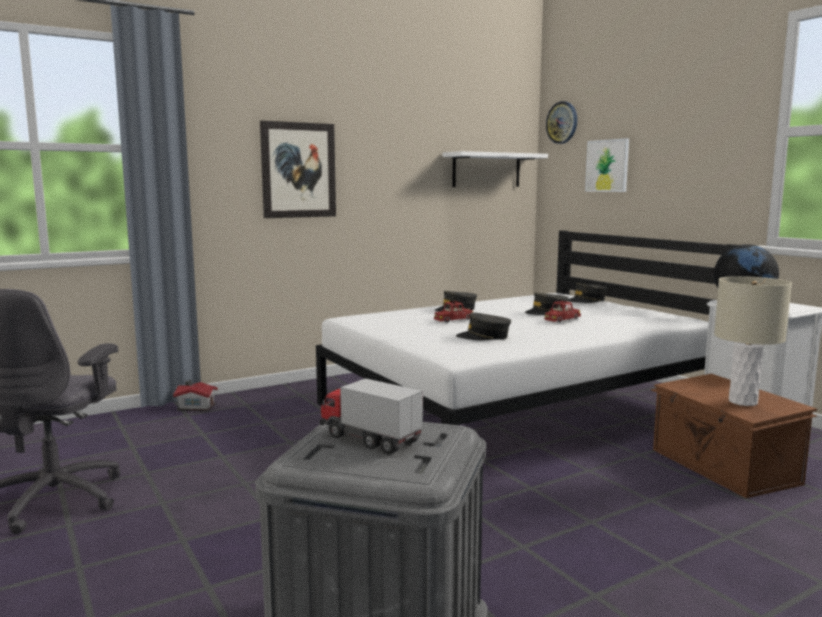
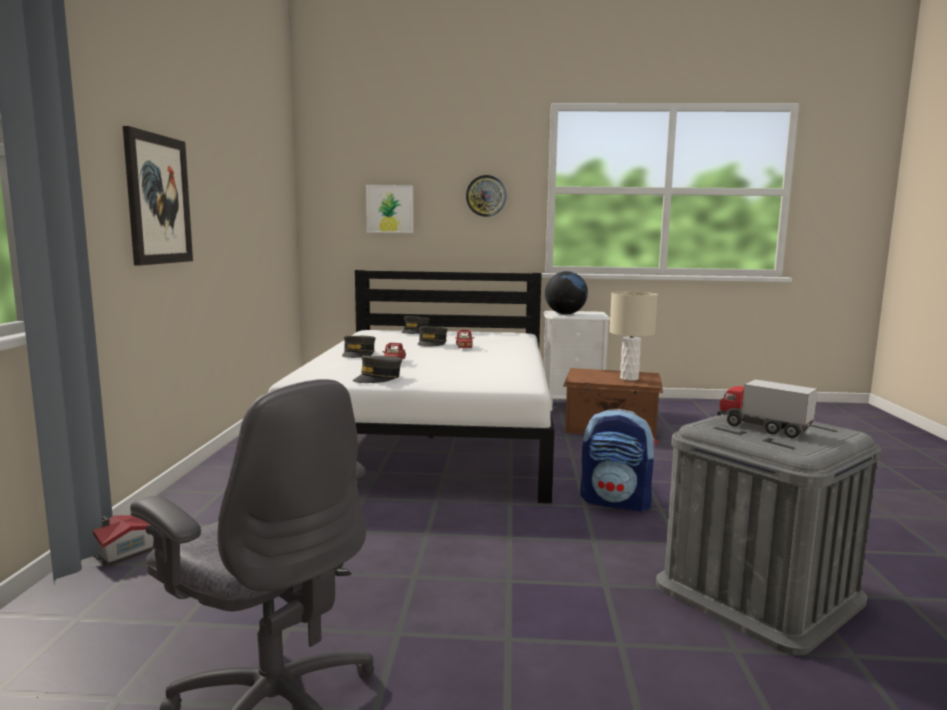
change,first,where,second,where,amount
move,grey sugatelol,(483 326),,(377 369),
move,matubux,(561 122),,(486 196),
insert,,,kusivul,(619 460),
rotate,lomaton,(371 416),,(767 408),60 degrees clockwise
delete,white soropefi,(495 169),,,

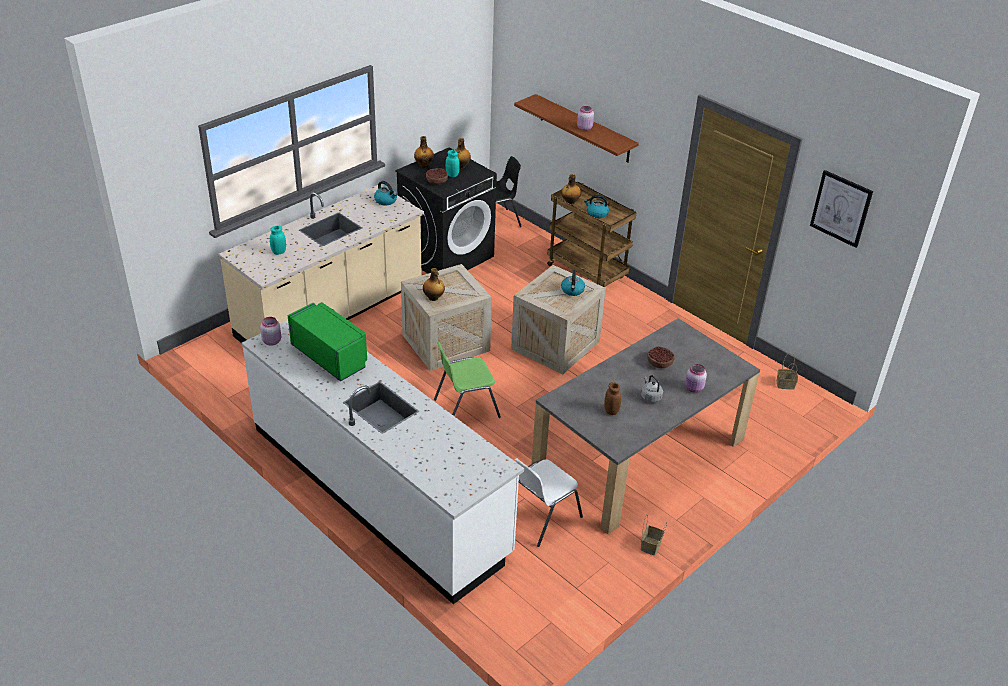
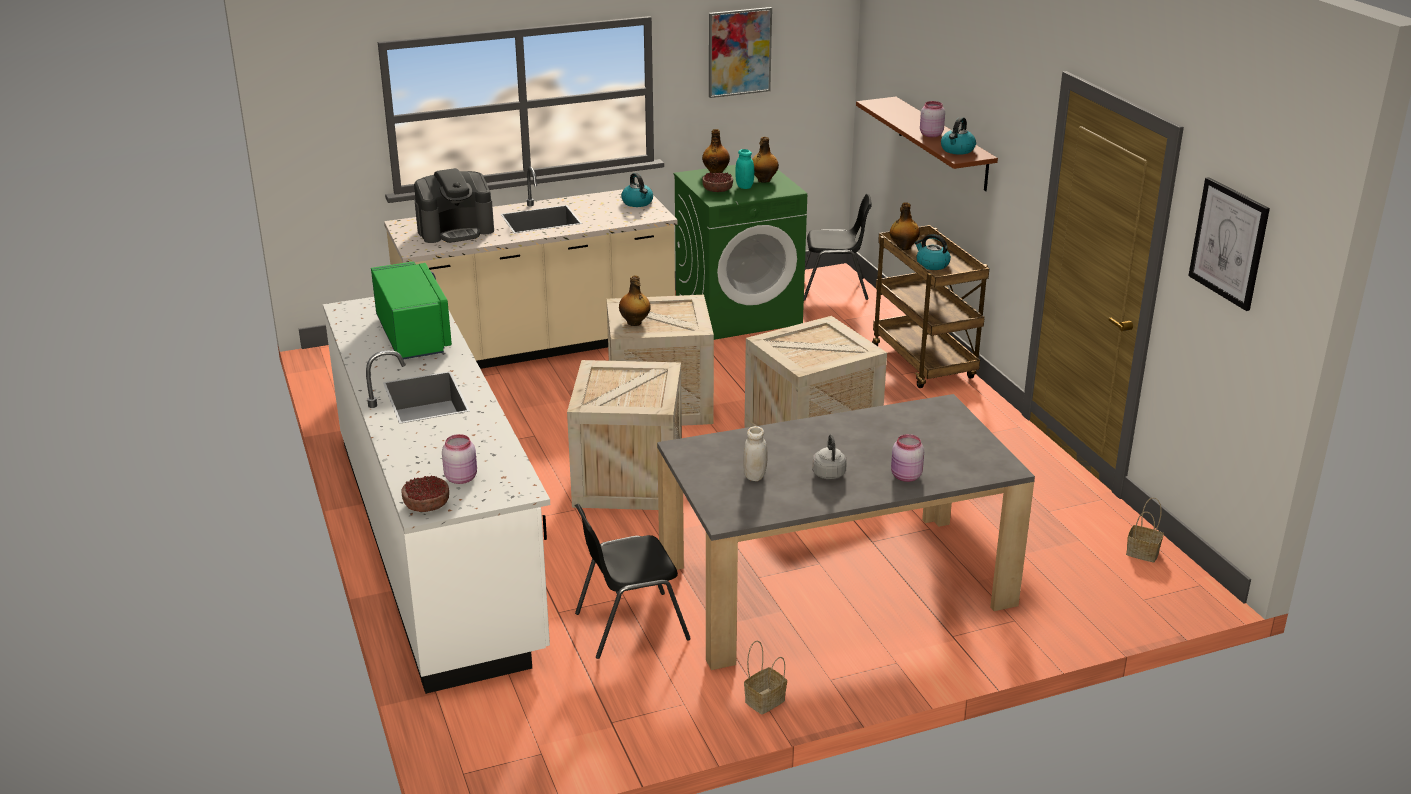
change,first,where,second,where,amount
move,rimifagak,(661 357),,(425 493),
replace,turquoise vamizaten,(278 240),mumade,(454 205),
move,pink vamizaten,(270 331),,(459 459),
replace,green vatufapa,(467 380),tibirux,(624 435),
recolor,white vatufapa,(548 502),black vatufapa,(633 581),
recolor,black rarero,(446 211),green rarero,(740 252),
insert,,,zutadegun,(740 52),
recolor,brown vamizaten,(612 398),white vamizaten,(755 453),
move,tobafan,(573 283),,(958 136),

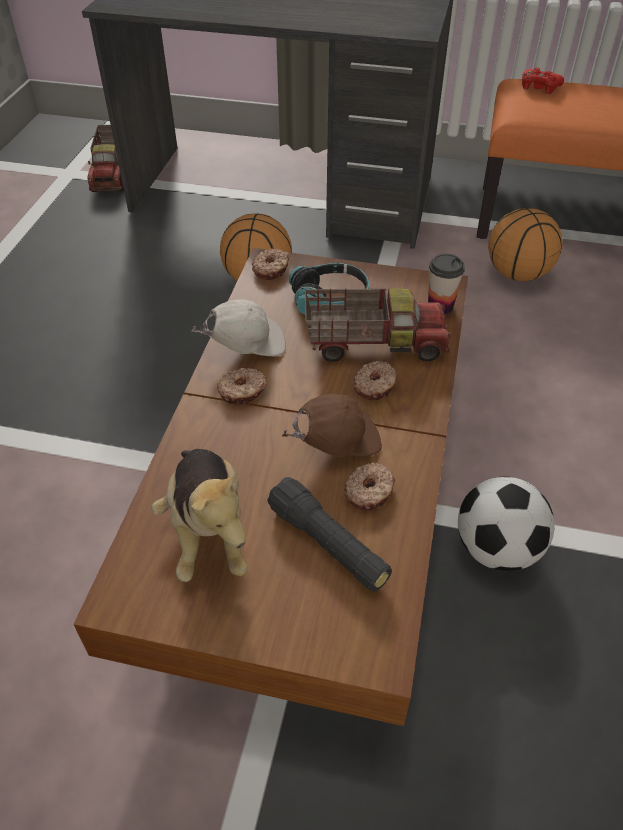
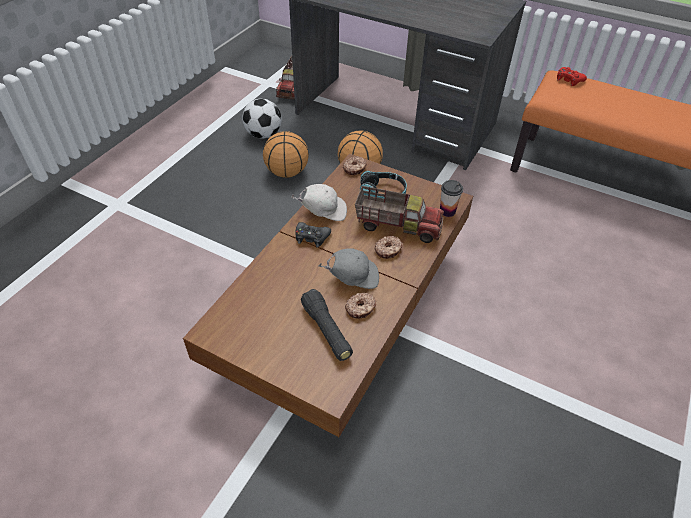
change,first,where,second,where,amount
move,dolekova,(506 524),,(262 118),
move,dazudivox,(525 244),,(286 154),
replace,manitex,(242 386),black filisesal,(313 234),
recolor,brown sugatelol,(332 425),grey sugatelol,(349 268),
delete,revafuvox,(200 515),,,

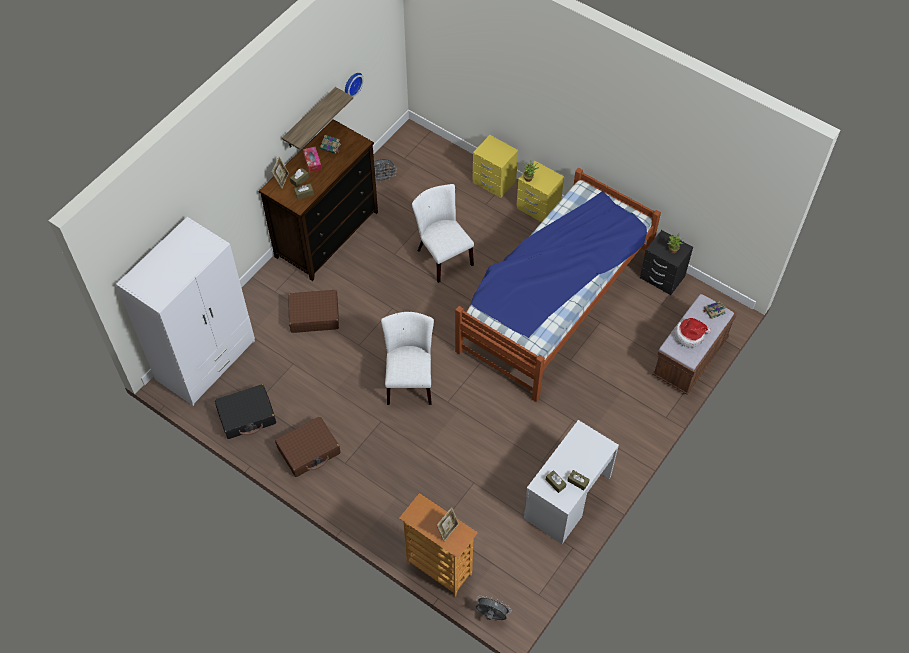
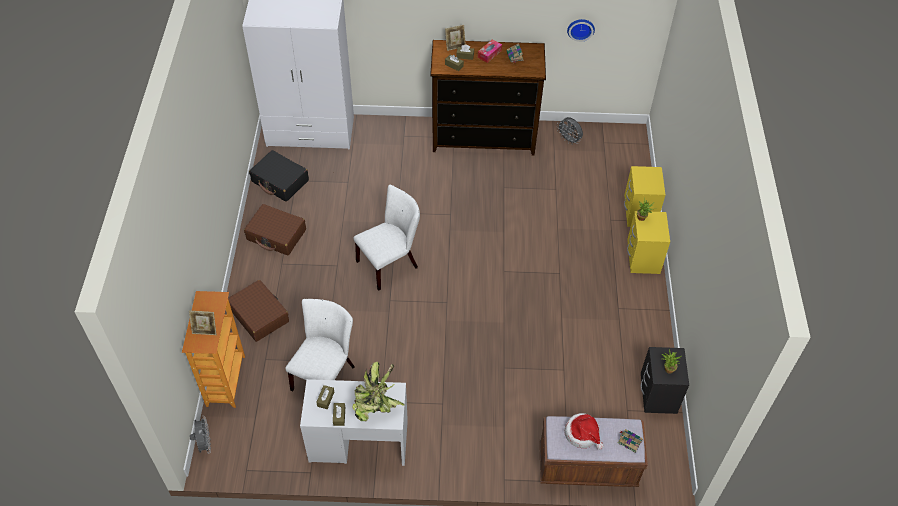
change,first,where,second,where,amount
move,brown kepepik,(313 311),,(258 311),
move,white vatufapa,(443 233),,(320 345),
insert,,,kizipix,(378 391),
delete,soropefi,(317 118),,,
delete,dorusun,(558 285),,,

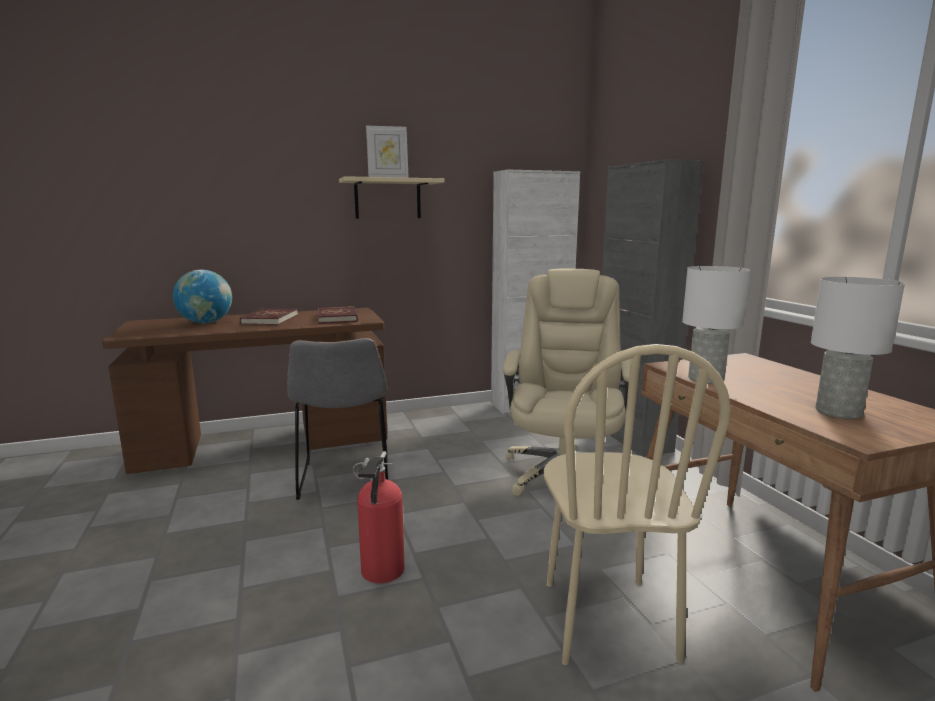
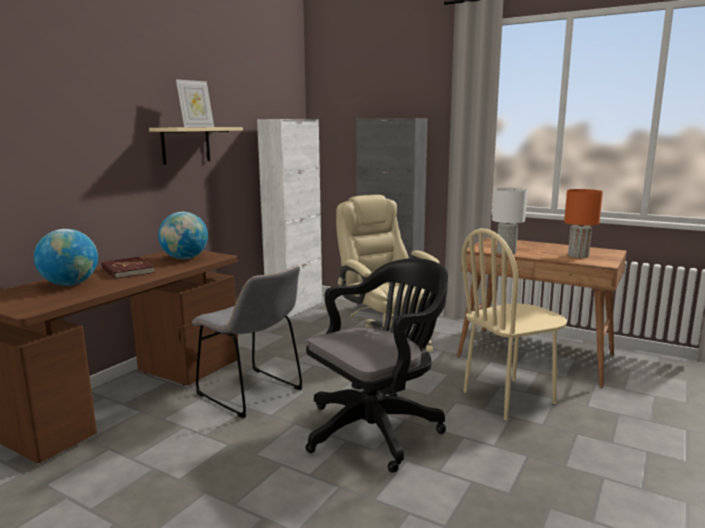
change,first,where,second,where,amount
replace,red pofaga,(338 314),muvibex,(183 235),
replace,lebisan,(379 517),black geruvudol,(377 365),
rotate,beige vatufapa,(637 504),,(514 324),105 degrees clockwise
recolor,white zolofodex,(858 348),orange zolofodex,(583 223),

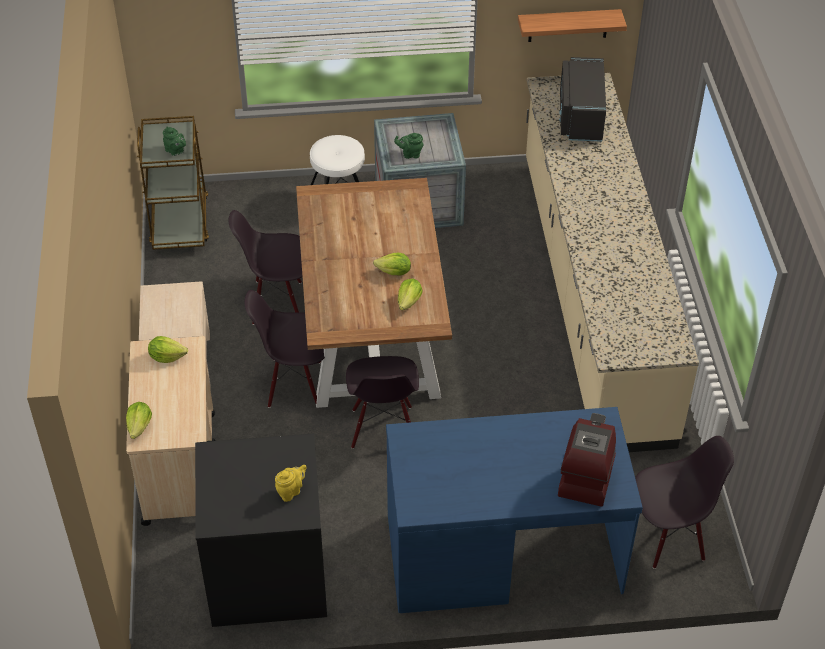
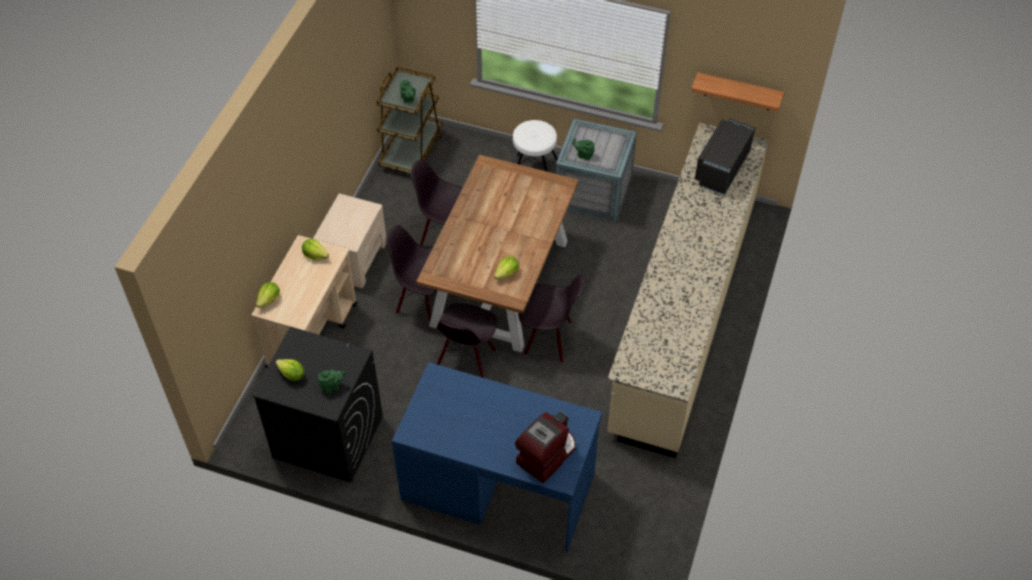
change,first,where,second,where,amount
move,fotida,(392 264),,(290 370),
recolor,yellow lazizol,(290 483),green lazizol,(332 381),
move,black vatufapa,(684 502),,(551 319),

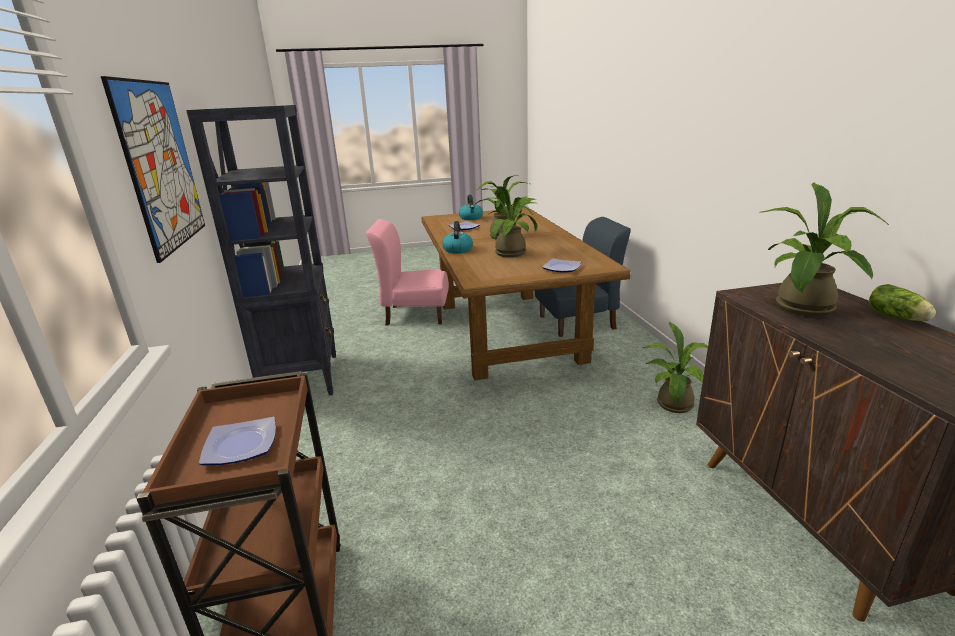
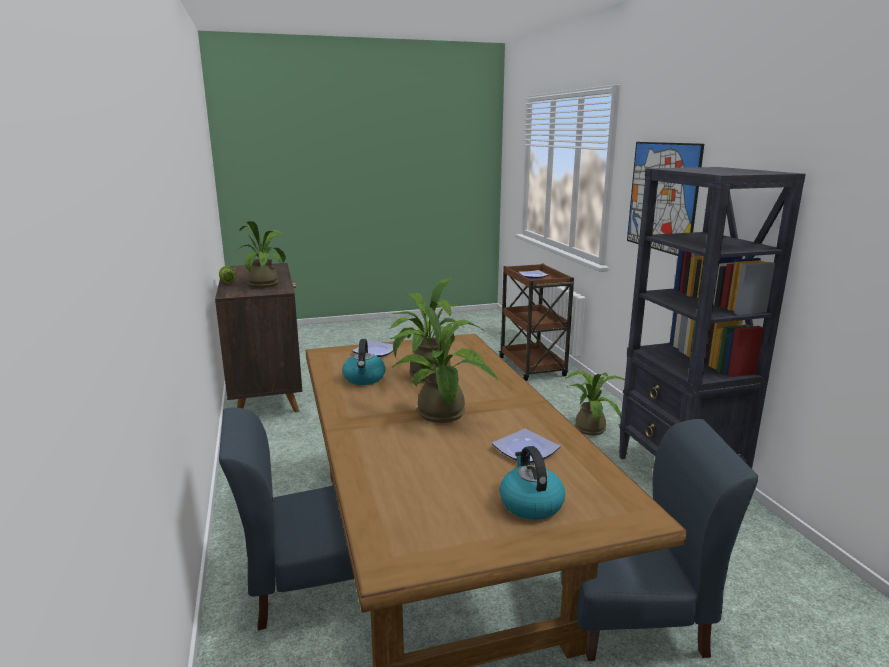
change,first,where,second,where,amount
move,tobafan,(457 237),,(364 362),
recolor,pink vatufapa,(407 272),blue vatufapa,(659 540),
move,kizipix,(675 367),,(595 403),

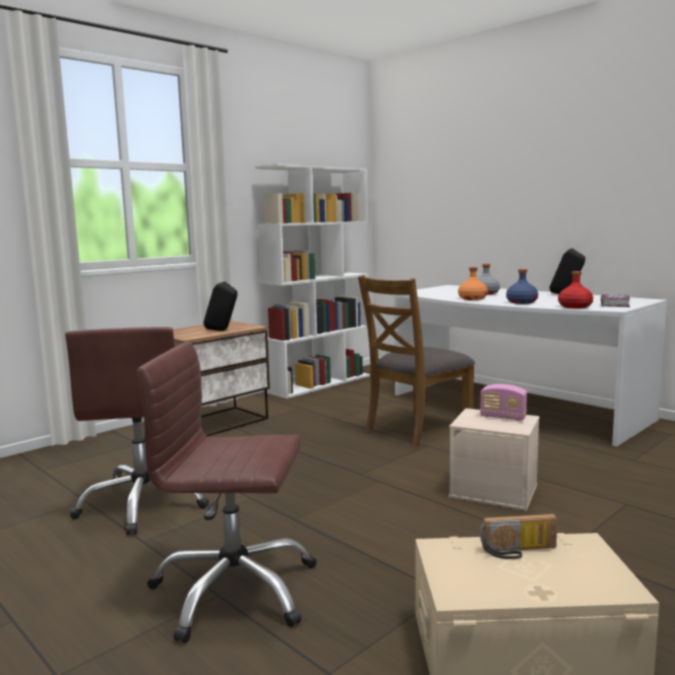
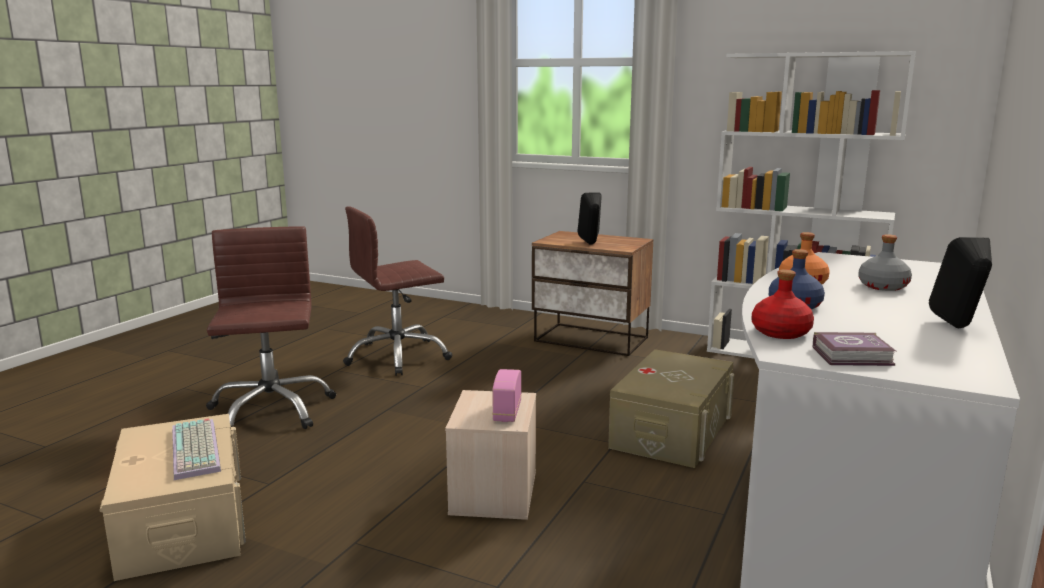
change,first,where,second,where,amount
replace,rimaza,(519 536),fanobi,(196 449),
replace,brown vatufapa,(416 361),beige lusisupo,(671 408),

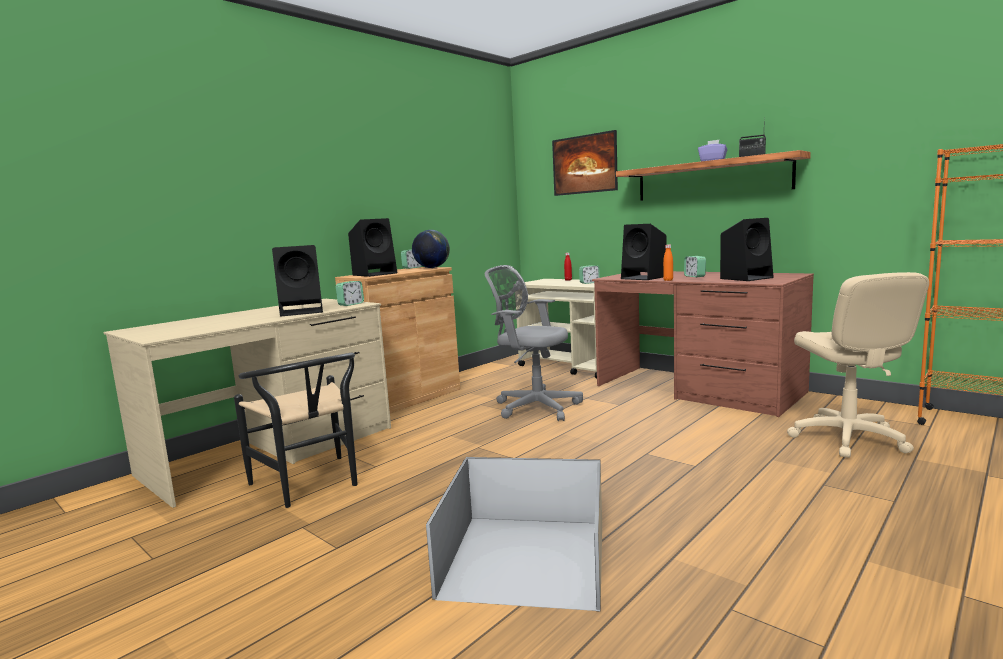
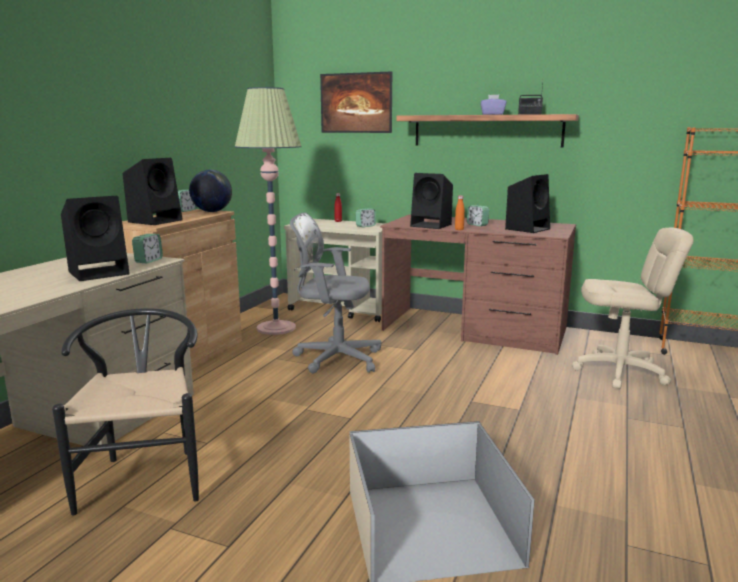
change,first,where,second,where,amount
rotate,black vatufapa,(296 430),,(125 411),135 degrees counterclockwise
insert,,,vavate,(268 211),
rotate,beige geruvudol,(858 365),,(633 308),60 degrees counterclockwise

